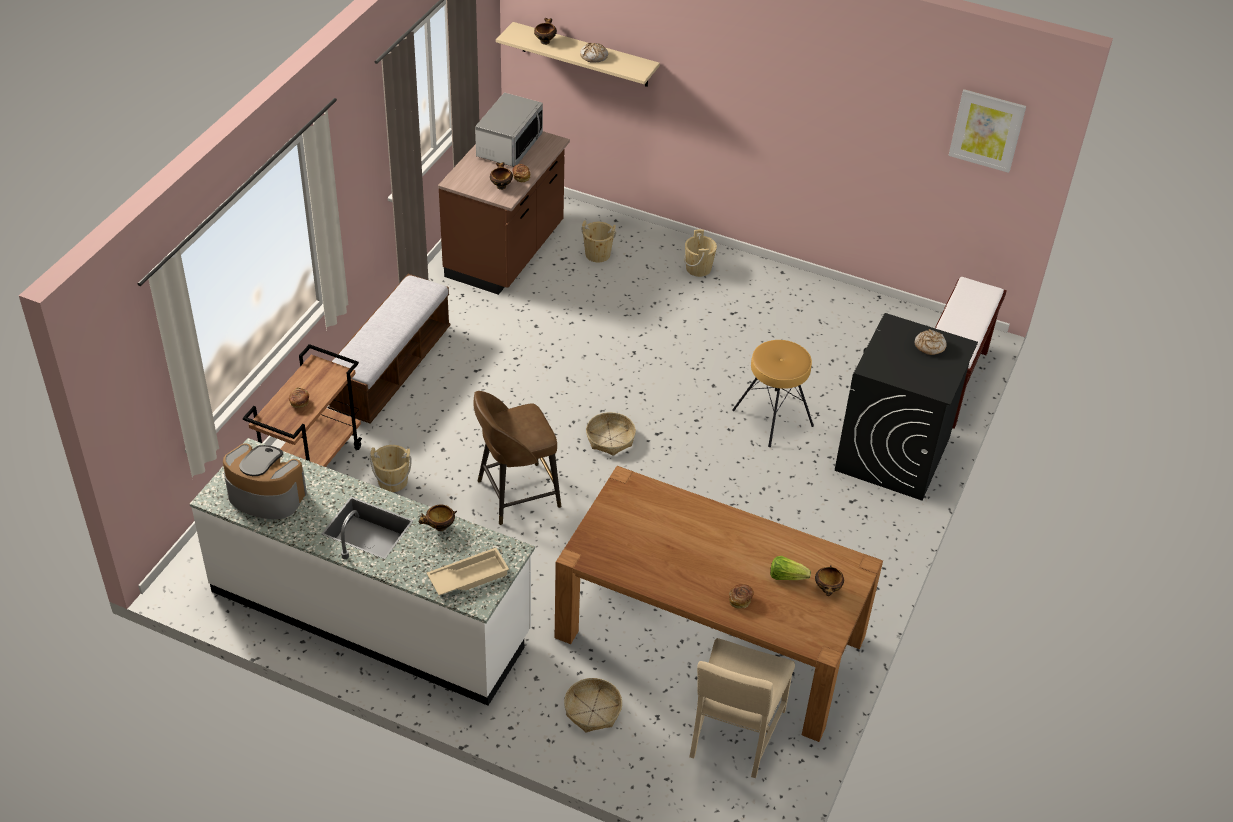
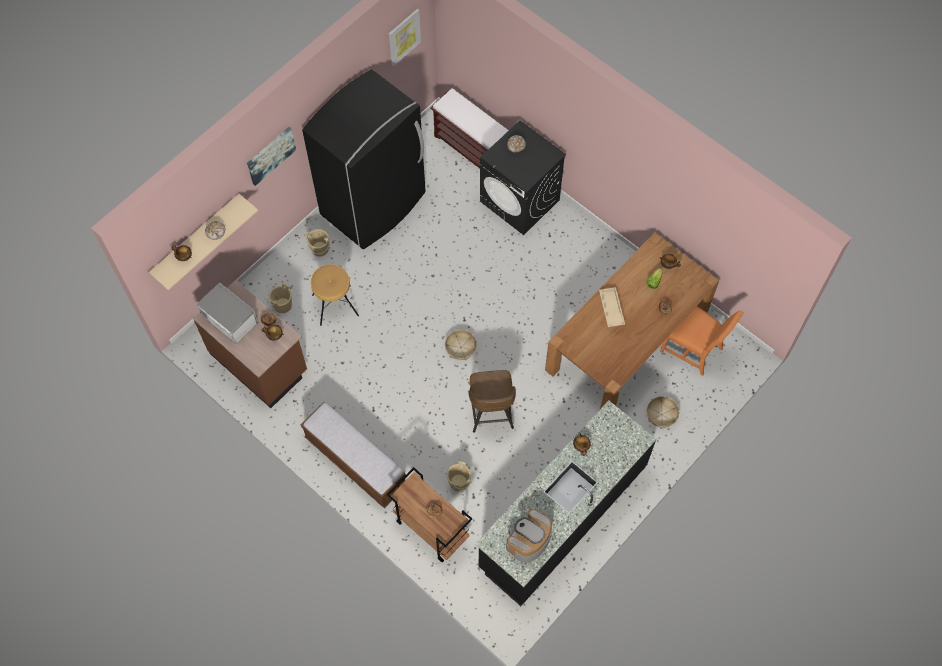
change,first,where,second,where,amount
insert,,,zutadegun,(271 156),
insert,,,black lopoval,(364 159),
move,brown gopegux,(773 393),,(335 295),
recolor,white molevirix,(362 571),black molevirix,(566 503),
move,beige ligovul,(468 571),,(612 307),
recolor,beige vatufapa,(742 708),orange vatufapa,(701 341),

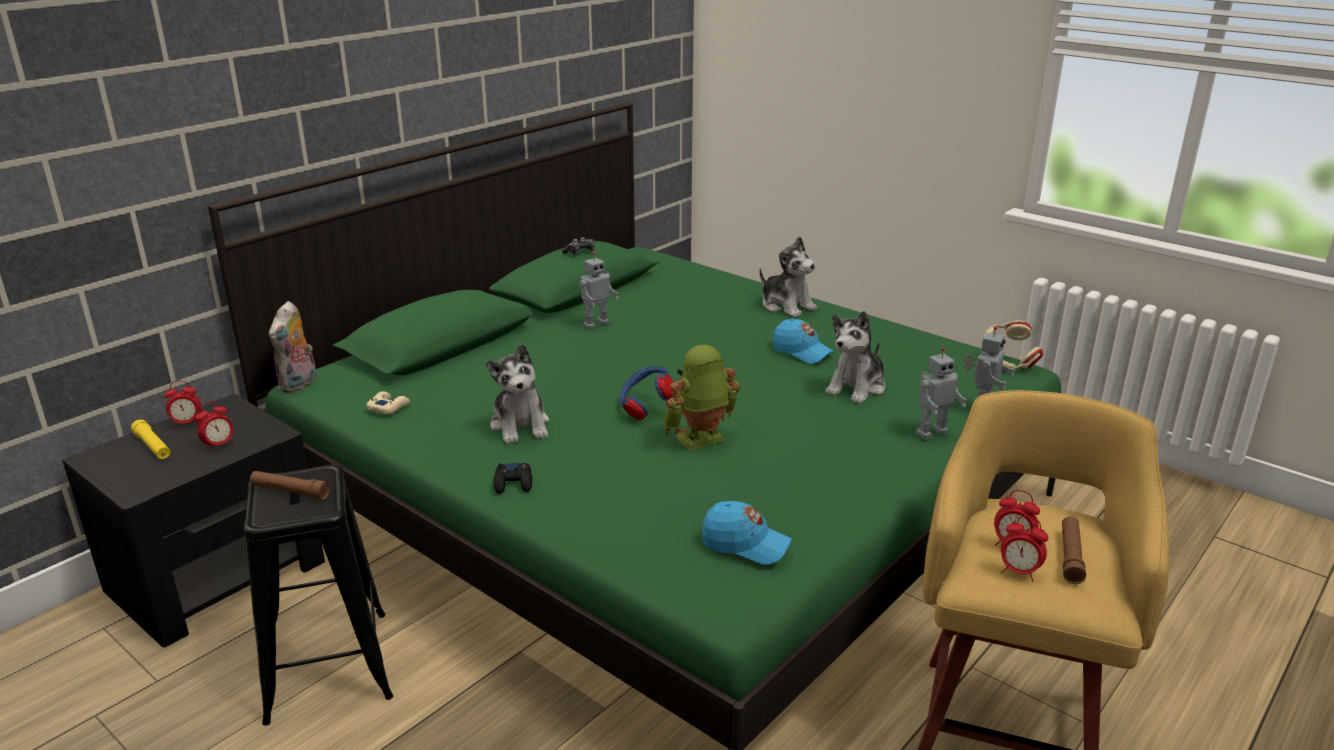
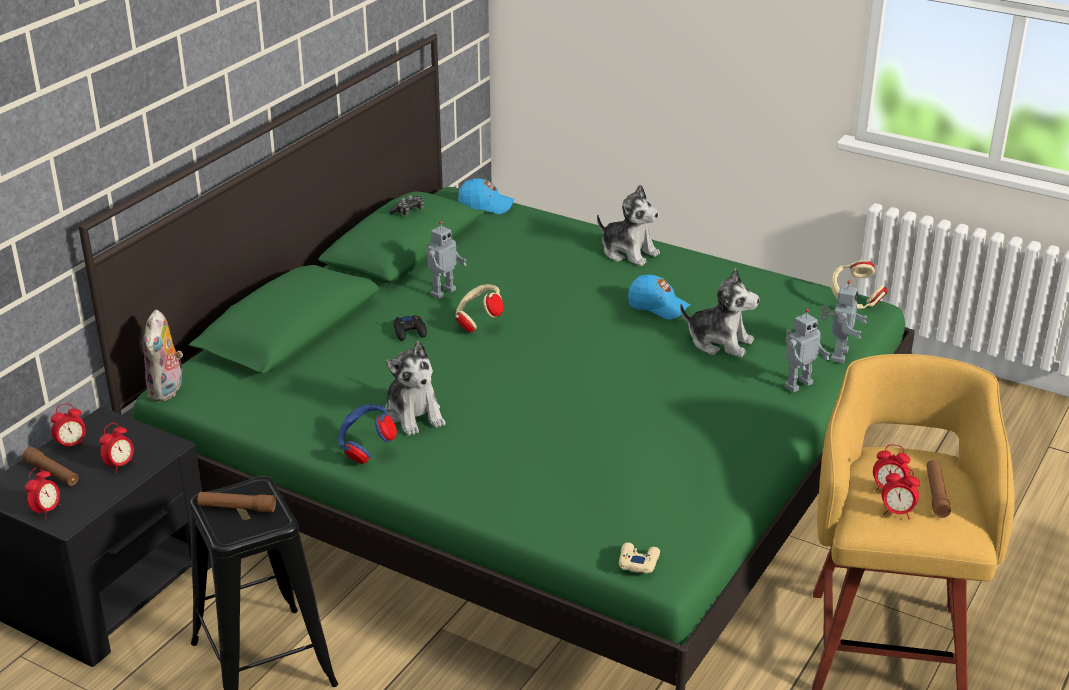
change,first,where,second,where,amount
recolor,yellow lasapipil,(150 439),brown lasapipil,(51 466),
insert,,,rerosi,(43 493),
move,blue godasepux,(646 393),,(367 434),
move,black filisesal,(513 478),,(410 328),
insert,,,beige godasepux,(479 308),
move,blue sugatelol,(747 533),,(486 196),
move,beige filisesal,(388 403),,(639 557),
rotate,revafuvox,(855 357),,(720 312),90 degrees counterclockwise
delete,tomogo,(702 398),,,

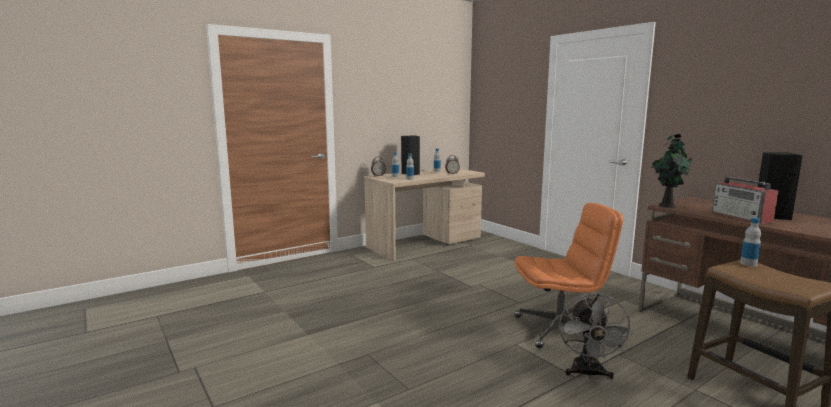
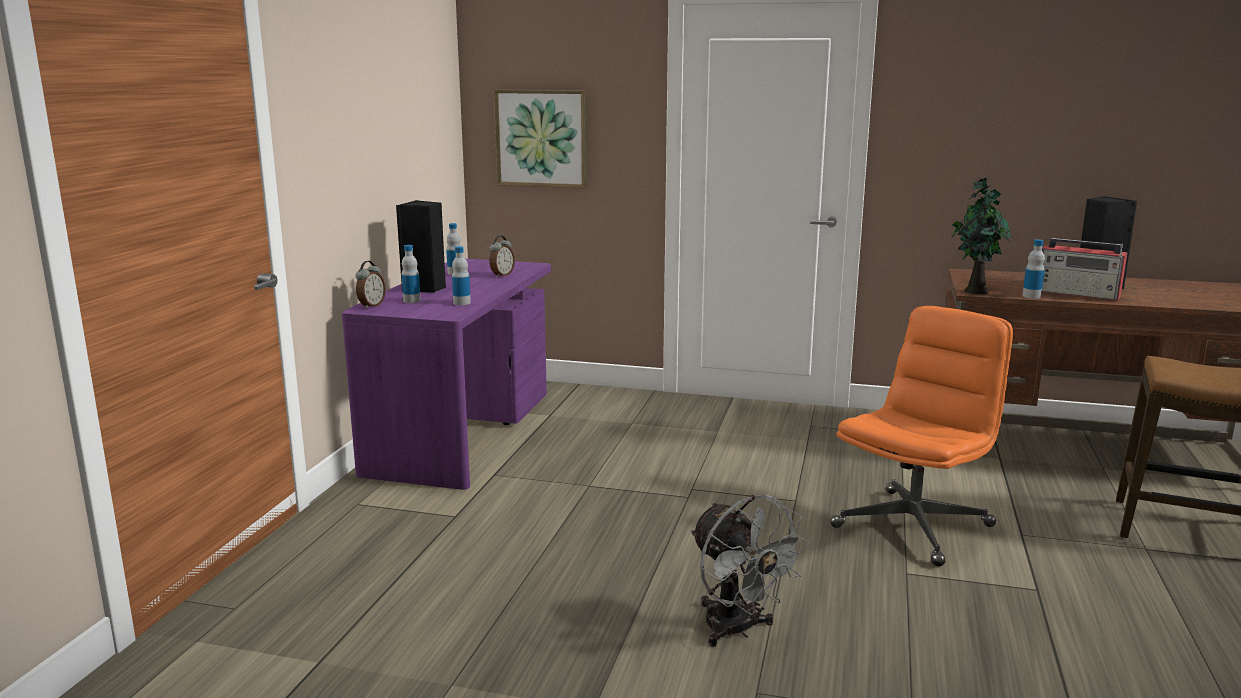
change,first,where,second,where,amount
recolor,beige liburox,(424 214),purple liburox,(446 374),
insert,,,zutadegun,(540 138),
move,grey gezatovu,(596 336),,(750 571),
move,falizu,(750 242),,(1033 269),

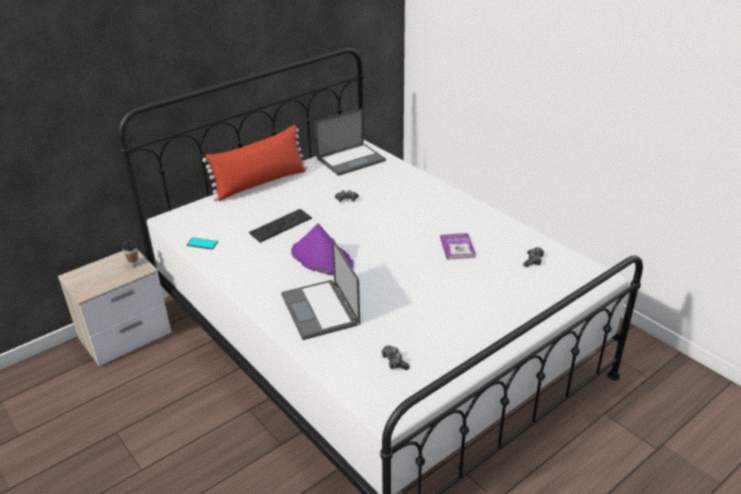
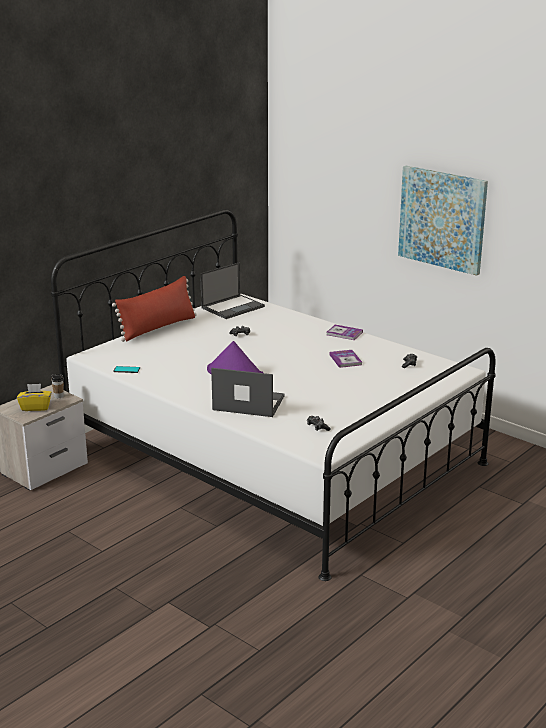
change,first,where,second,where,amount
insert,,,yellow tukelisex,(34 397),
rotate,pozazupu,(321 289),,(248 392),135 degrees clockwise
insert,,,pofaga,(345 332),
insert,,,zutadegun,(443 221),
delete,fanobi,(280 226),,,

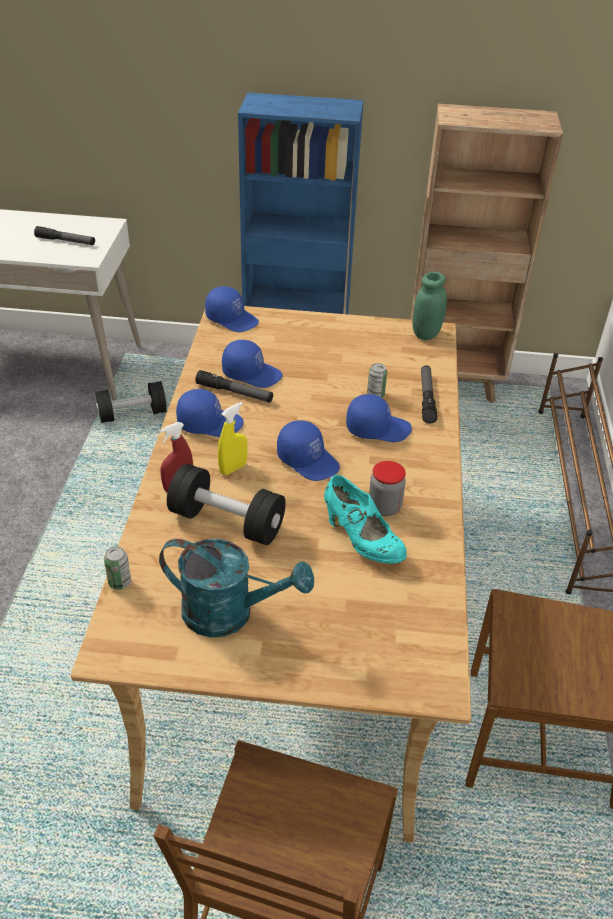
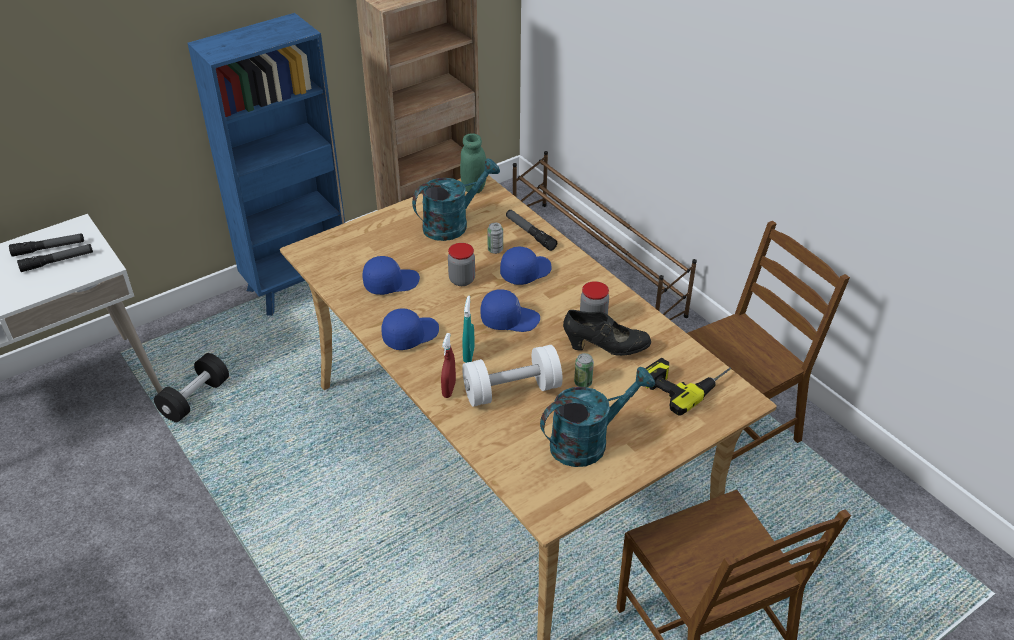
change,first,where,second,where,amount
move,lasapipil,(234 386),,(46 245),
insert,,,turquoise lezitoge,(456 199),
insert,,,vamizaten,(461 264),
recolor,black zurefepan,(226 504),white zurefepan,(512 376),
recolor,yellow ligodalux,(233 438),turquoise ligodalux,(468 329),
recolor,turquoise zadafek,(365 519),black zadafek,(607 333),
move,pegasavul,(117 568),,(584 370),
insert,,,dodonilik,(688 386),
delete,blue sugatelol,(232 309),,,

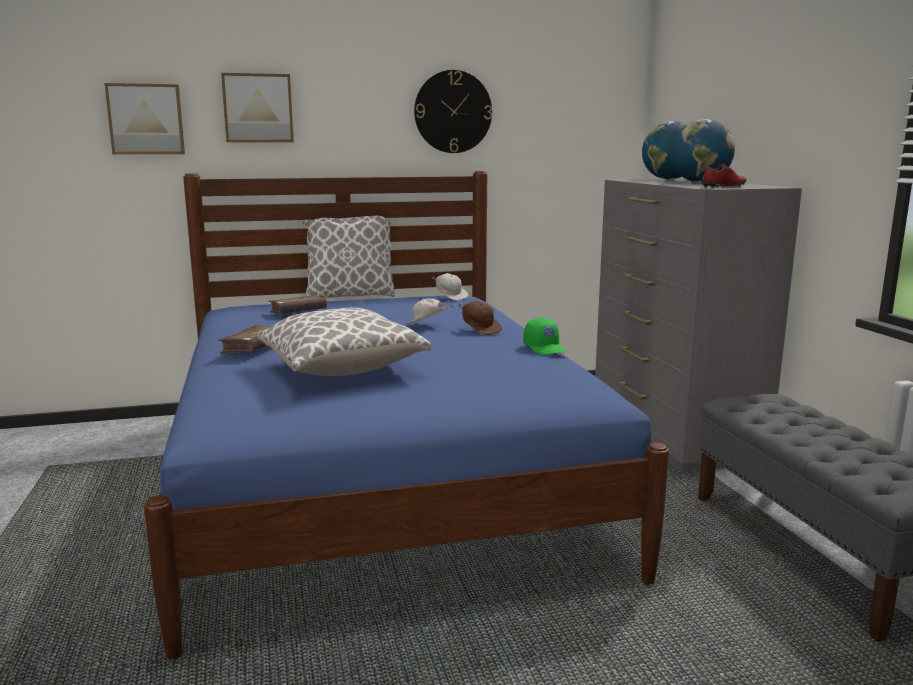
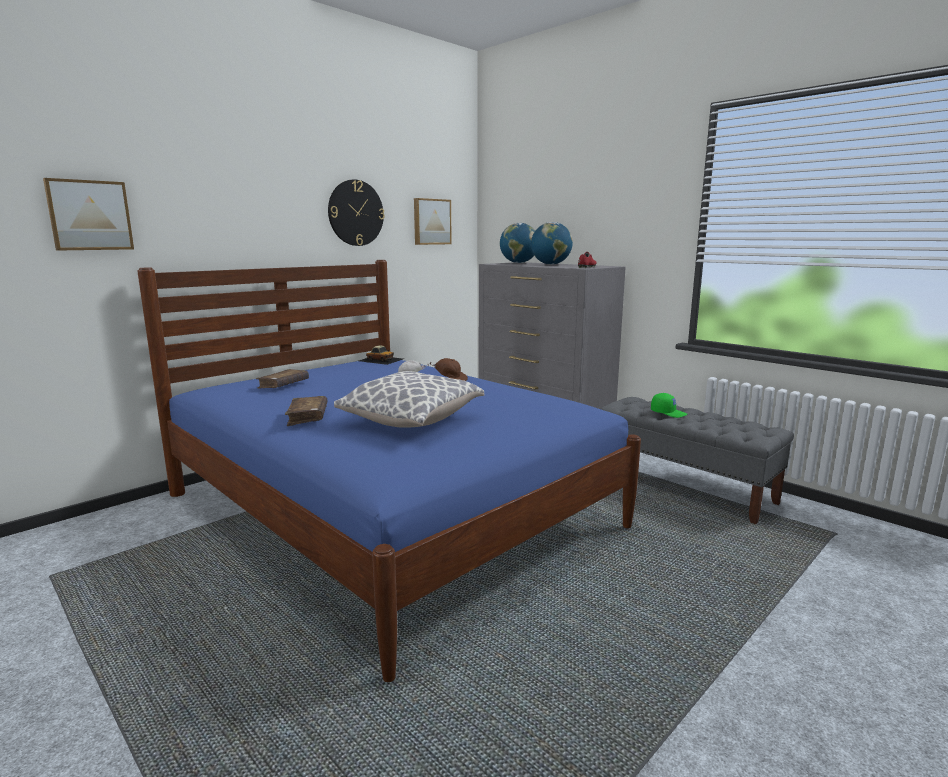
change,first,where,second,where,amount
replace,white sugatelol,(450 287),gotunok,(380 355),
move,zutadegun,(257 107),,(433 221),
move,green sugatelol,(545 336),,(669 405),
delete,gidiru,(348 257),,,

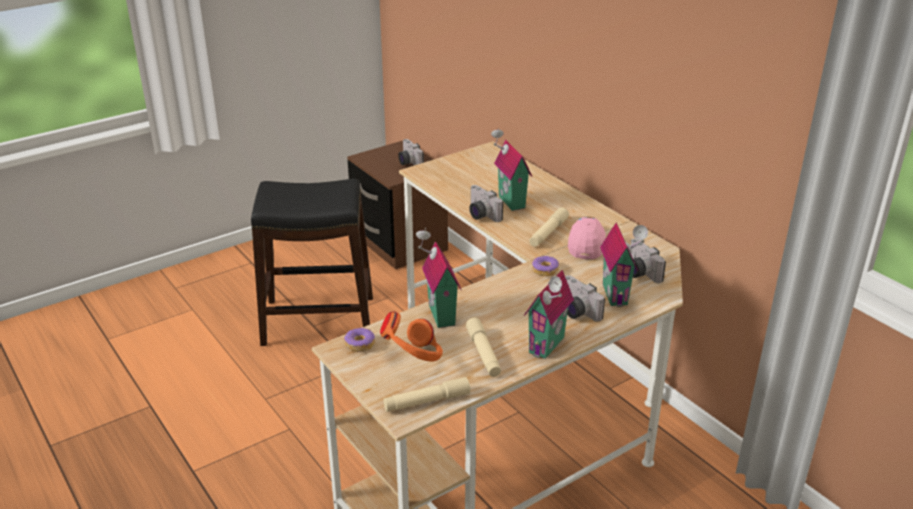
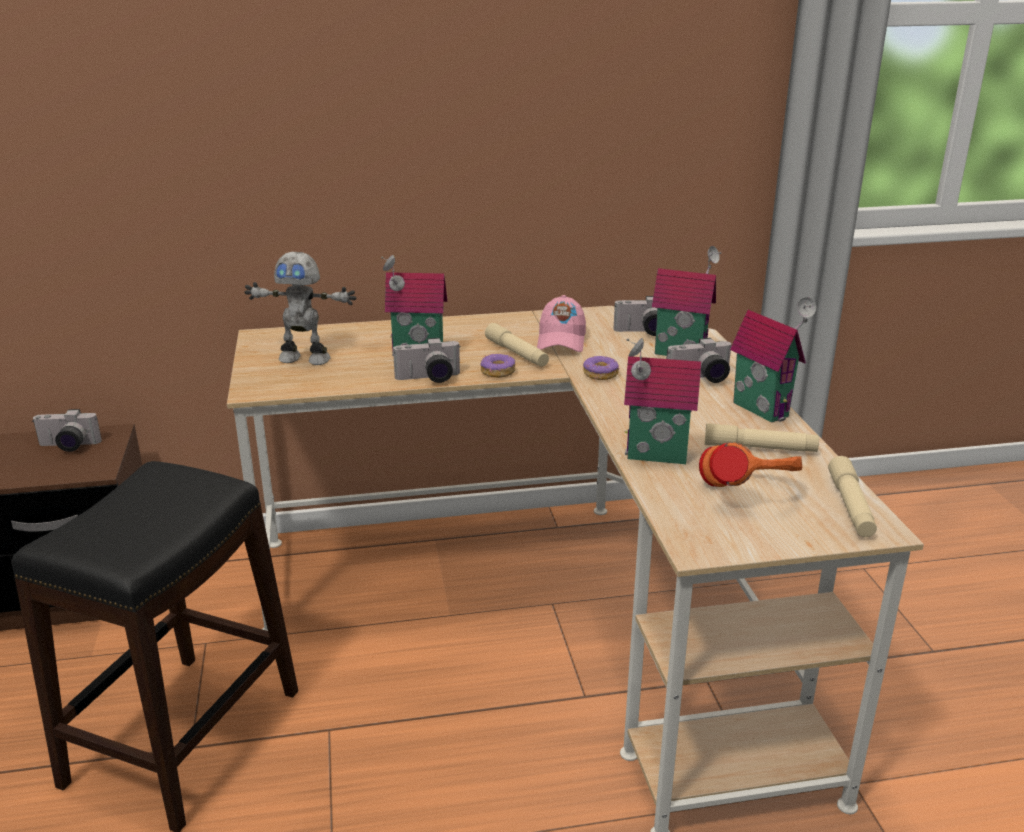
change,first,where,second,where,amount
insert,,,tomogo,(300 308),
move,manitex,(359 339),,(498 366),
rotate,pink sugatelol,(587 238),,(561 323),120 degrees counterclockwise

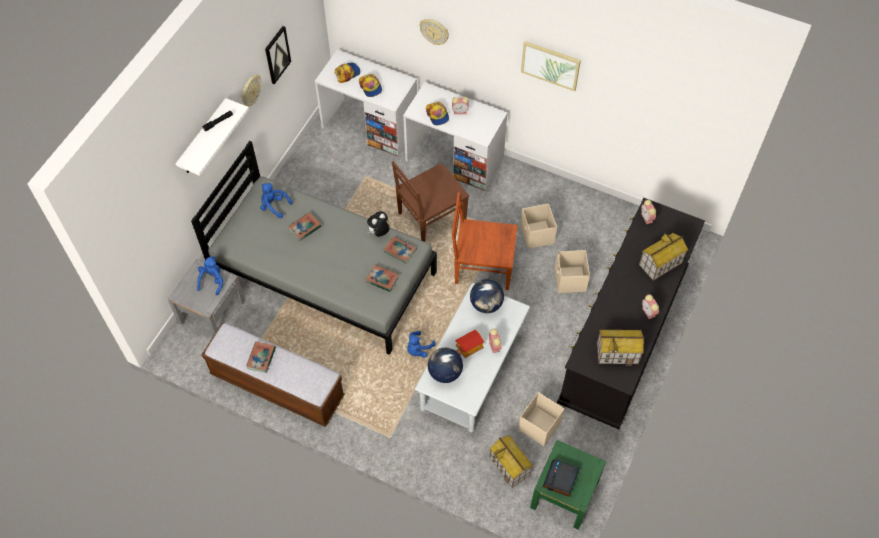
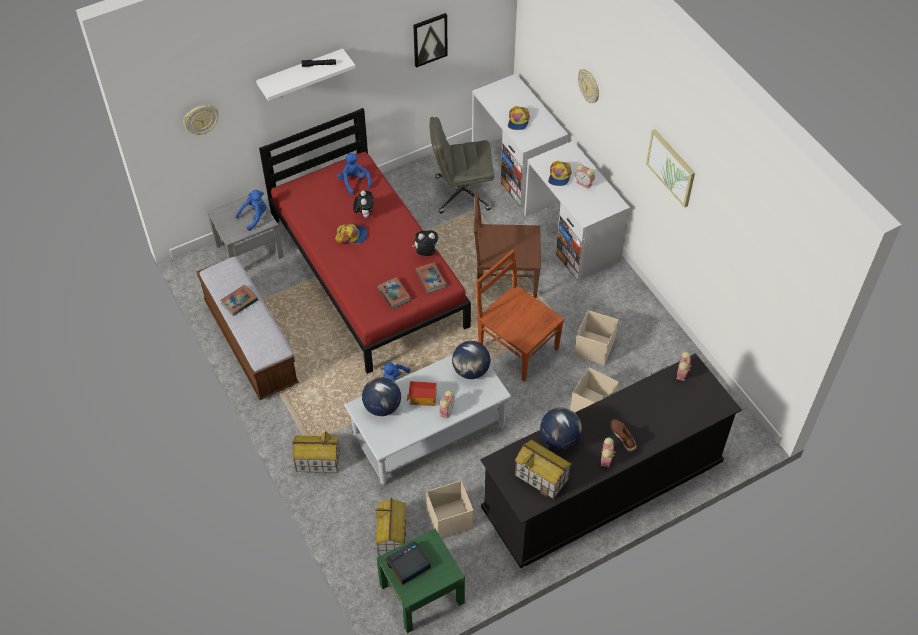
change,first,where,second,where,amount
move,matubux,(251 90),,(200 120),
recolor,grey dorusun,(314 248),red dorusun,(365 241),
move,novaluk,(663 257),,(316 451),
move,sugatelol,(347 73),,(351 234),
replace,pofaga,(304 226),revafuvox,(363 204),
insert,,,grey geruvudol,(462 165),
insert,,,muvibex,(561 428),
insert,,,brown zadafek,(623 436),

